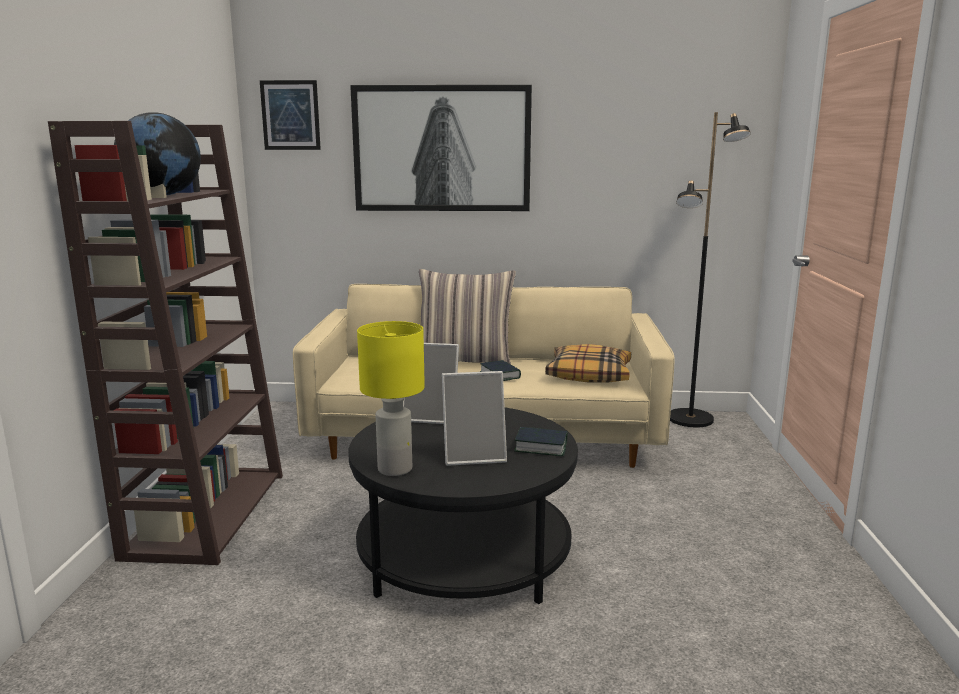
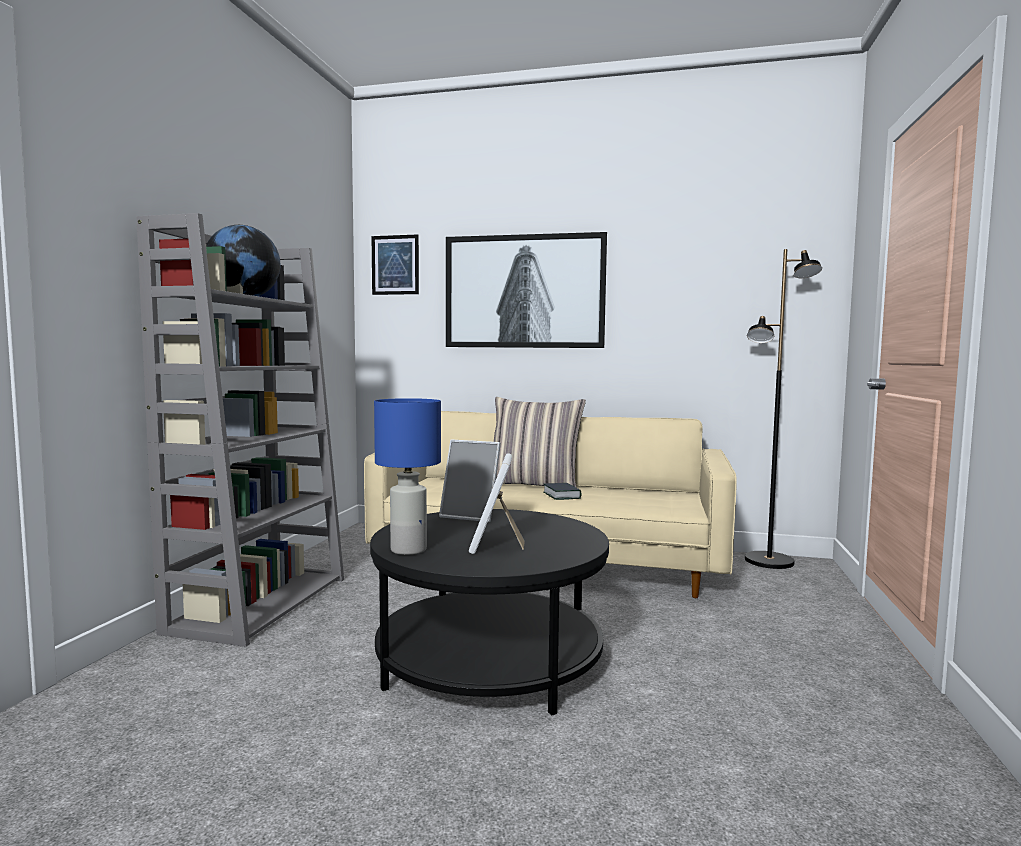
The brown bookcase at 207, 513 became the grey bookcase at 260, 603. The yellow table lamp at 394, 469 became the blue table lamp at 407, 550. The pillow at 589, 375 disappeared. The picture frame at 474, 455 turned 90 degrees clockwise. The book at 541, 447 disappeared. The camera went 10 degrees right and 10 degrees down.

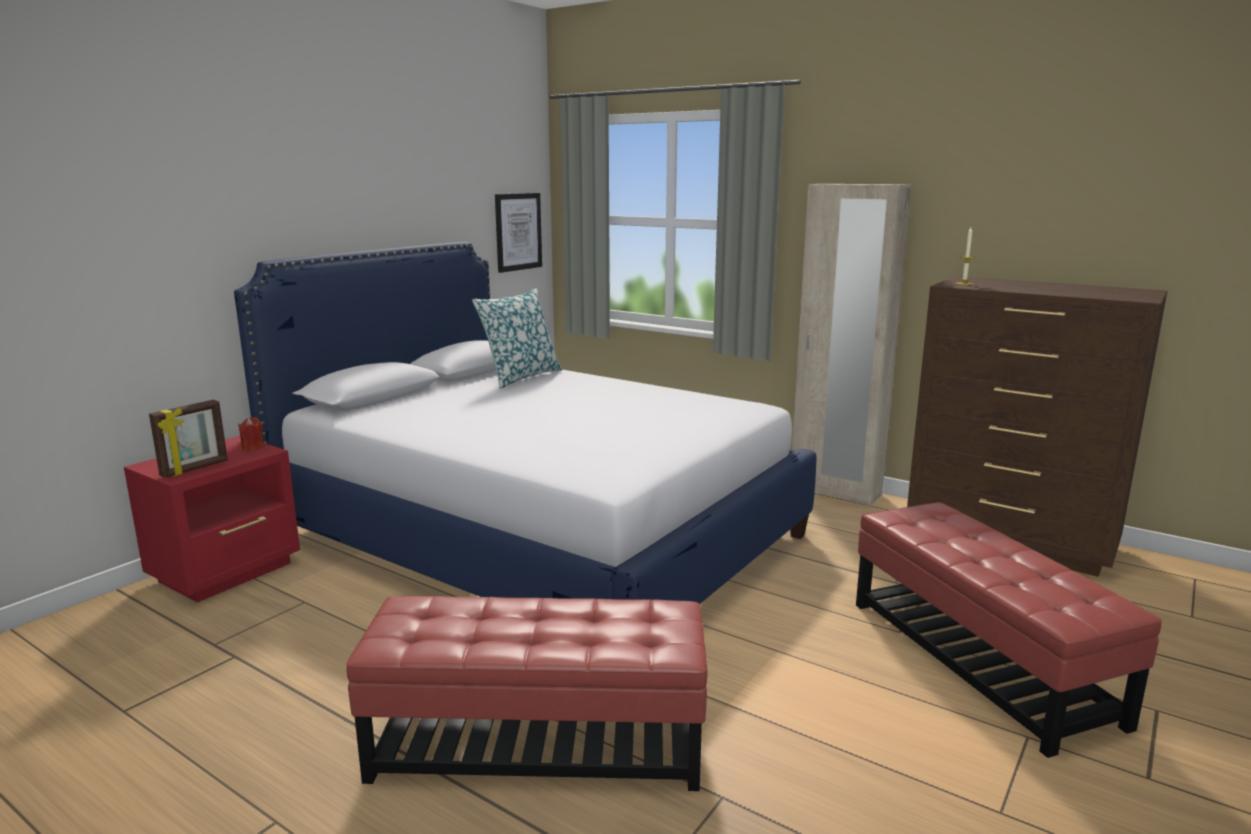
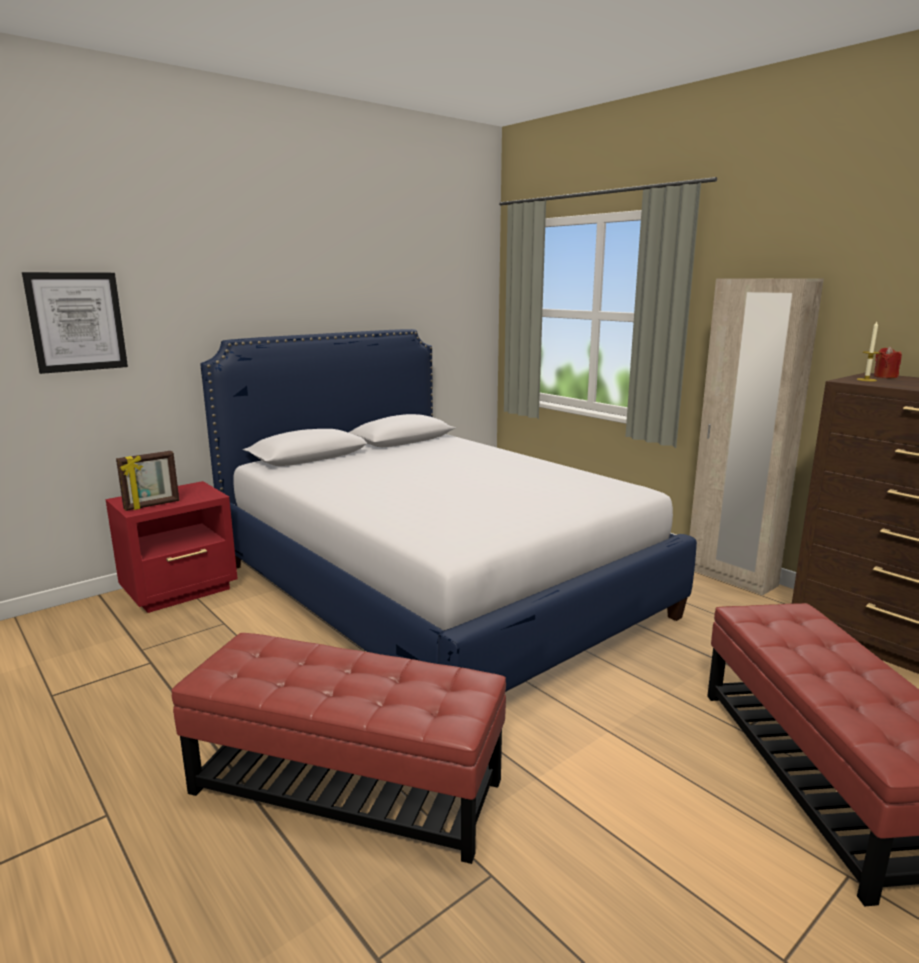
The picture moved from 518, 231 to 77, 322. The pillow at 520, 377 disappeared. The red candle moved from 253, 447 to 885, 377. The camera went 15 degrees right and 0 degrees up.

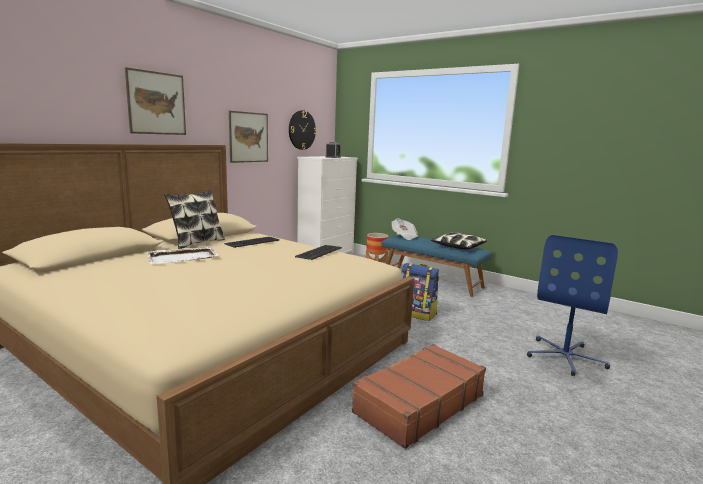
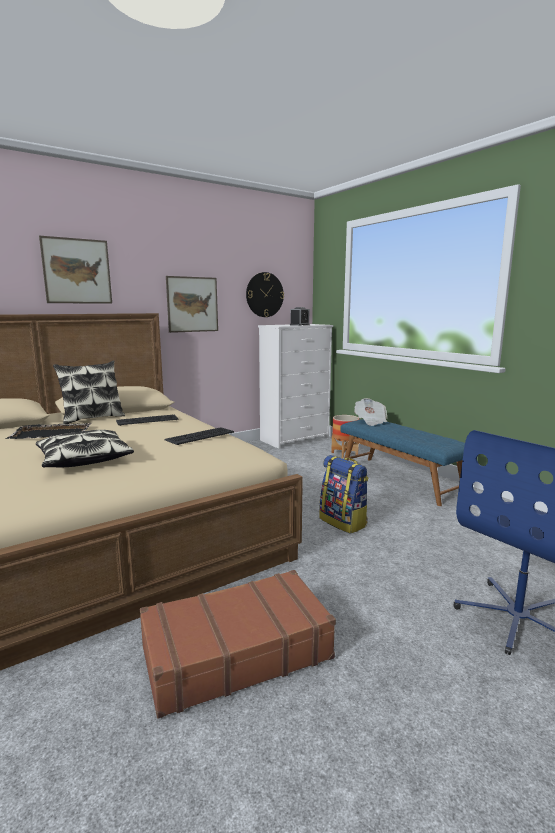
The pillow moved from 458, 247 to 84, 459. The white tray at 183, 257 became the black tray at 52, 433. The camera went 20 degrees right and 0 degrees up.

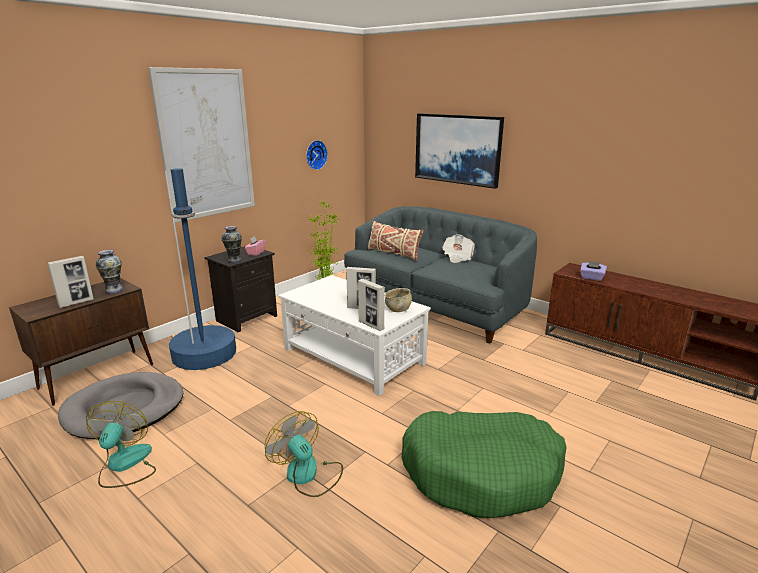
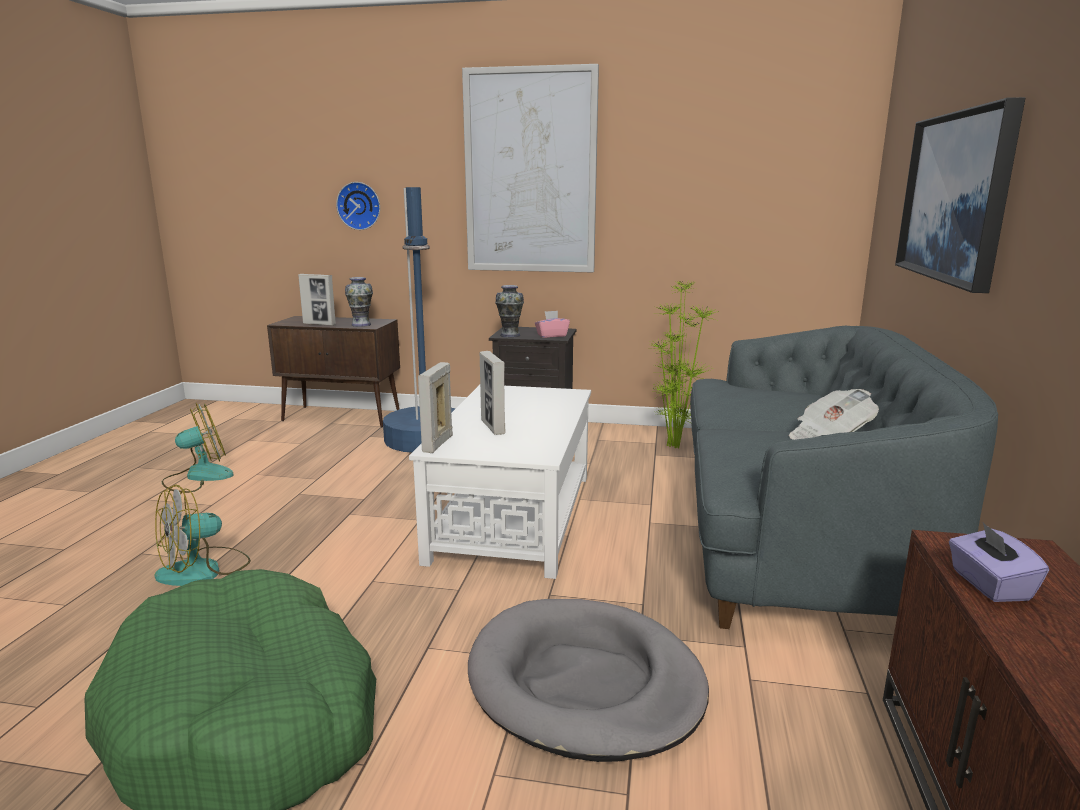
The wall clock moved from 315, 155 to 359, 206. The beige pillow at 393, 253 disappeared. The beige bowl at 398, 309 disappeared. The grey dog bed moved from 124, 409 to 585, 683. The fan at 308, 475 turned 150 degrees counterclockwise. The camera went 60 degrees right and 5 degrees down.

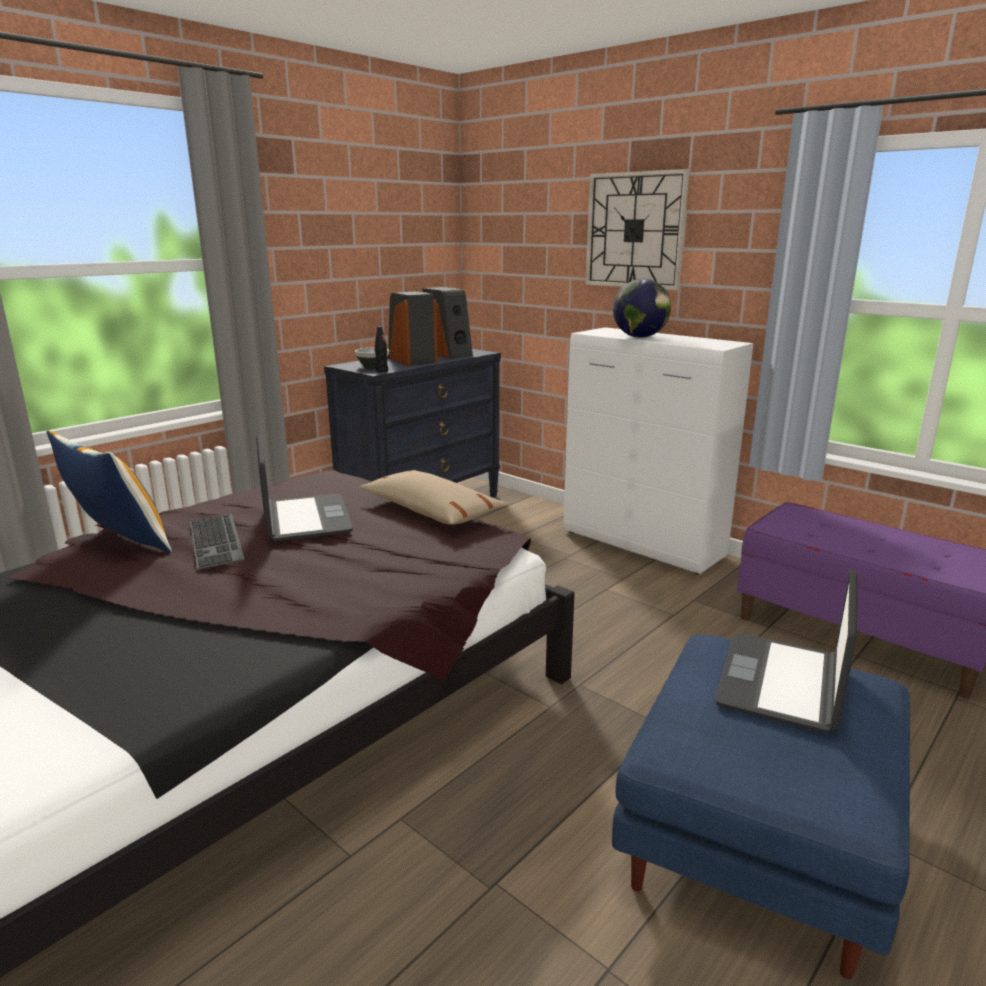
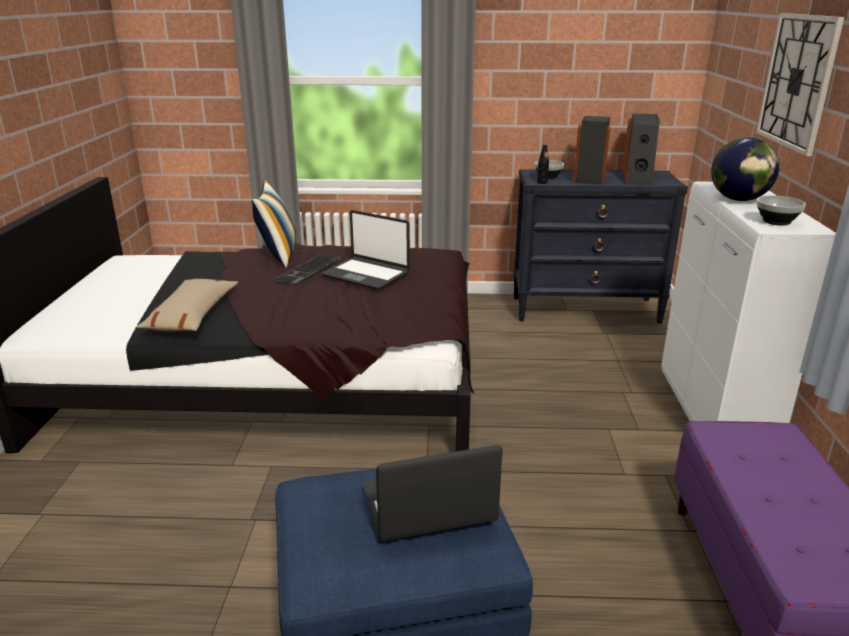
The laptop at 305, 519 turned 90 degrees clockwise. The beige pillow moved from 431, 511 to 192, 316. The bowl at 775, 222 appeared. The camera went 50 degrees right and 5 degrees up.

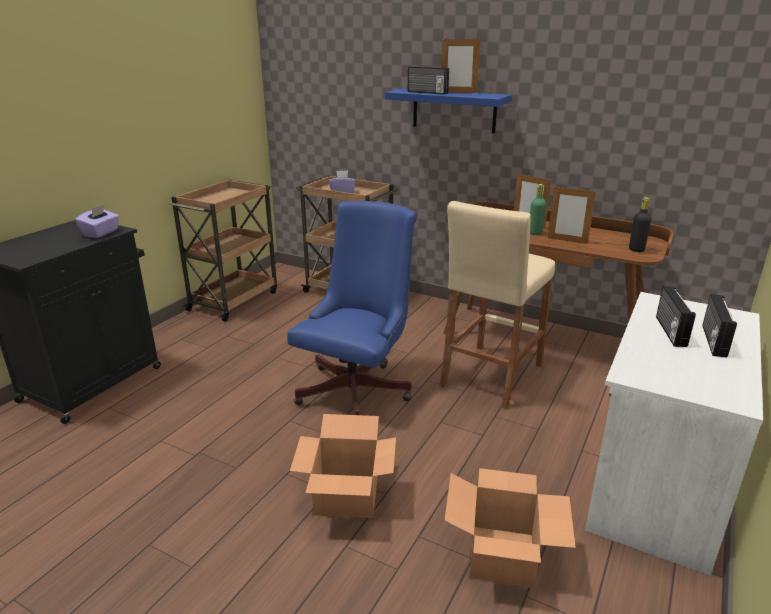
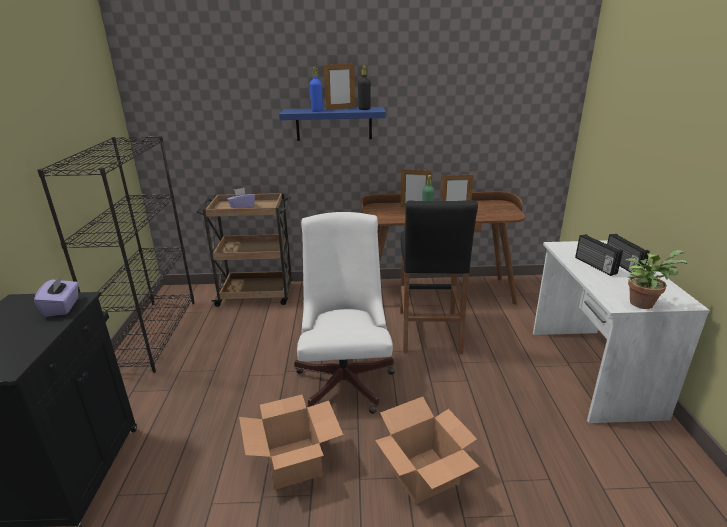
The radio at 427, 92 was replaced by the blue bottle at 317, 111. The brown cart at 234, 300 was replaced by the black bookcase at 153, 334. The black bottle moved from 636, 250 to 364, 109. The blue office chair at 358, 388 became the white office chair at 345, 378. The beige stool at 491, 375 became the black stool at 429, 331. The cardboard box moved from 501, 555 to 292, 462. The potted plant at 642, 302 appeared. The camera went 30 degrees left and 0 degrees up.

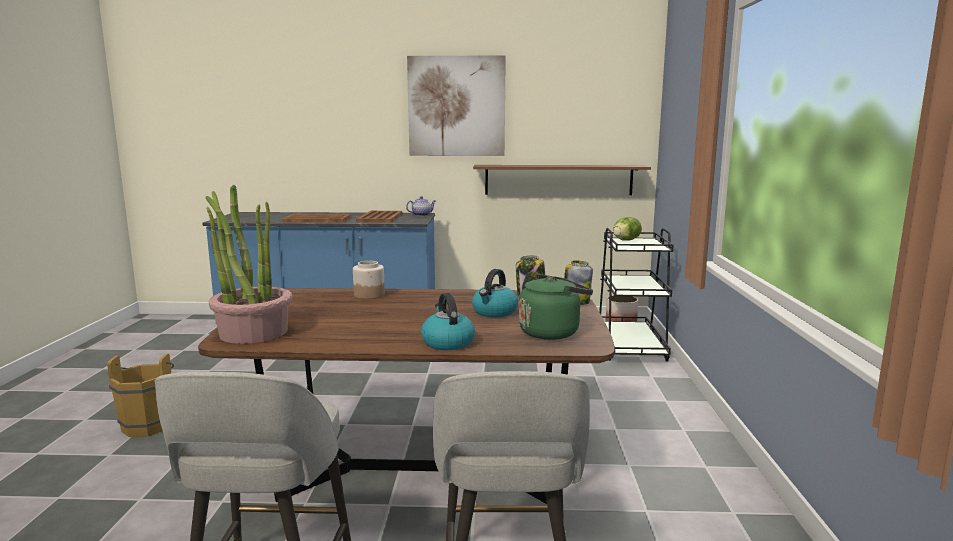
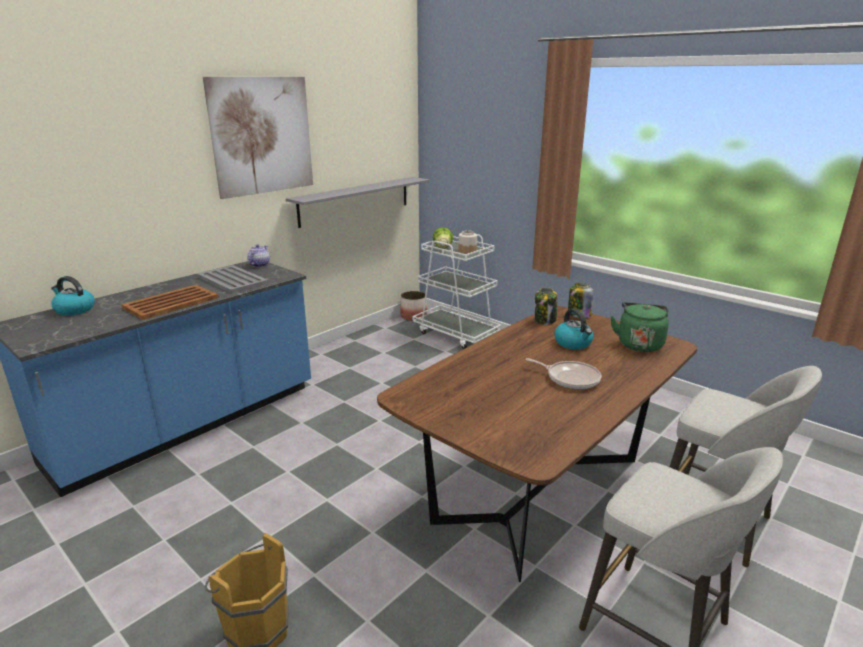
The brown shelf at 558, 180 became the grey shelf at 355, 201. The potted plant at 253, 332 disappeared. The brown tray at 380, 217 became the grey tray at 232, 280. The black cart at 630, 348 became the white cart at 456, 333. The jar moved from 369, 295 to 467, 251. The kettle moved from 447, 342 to 74, 310. The frying pan at 570, 378 appeared. The camera went 50 degrees left and 10 degrees up.

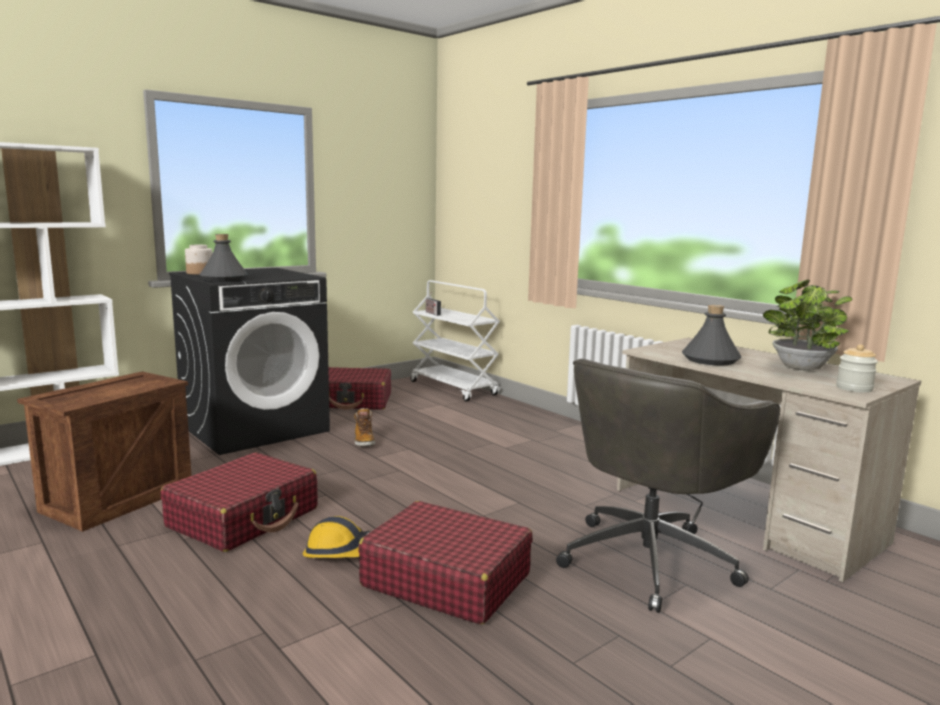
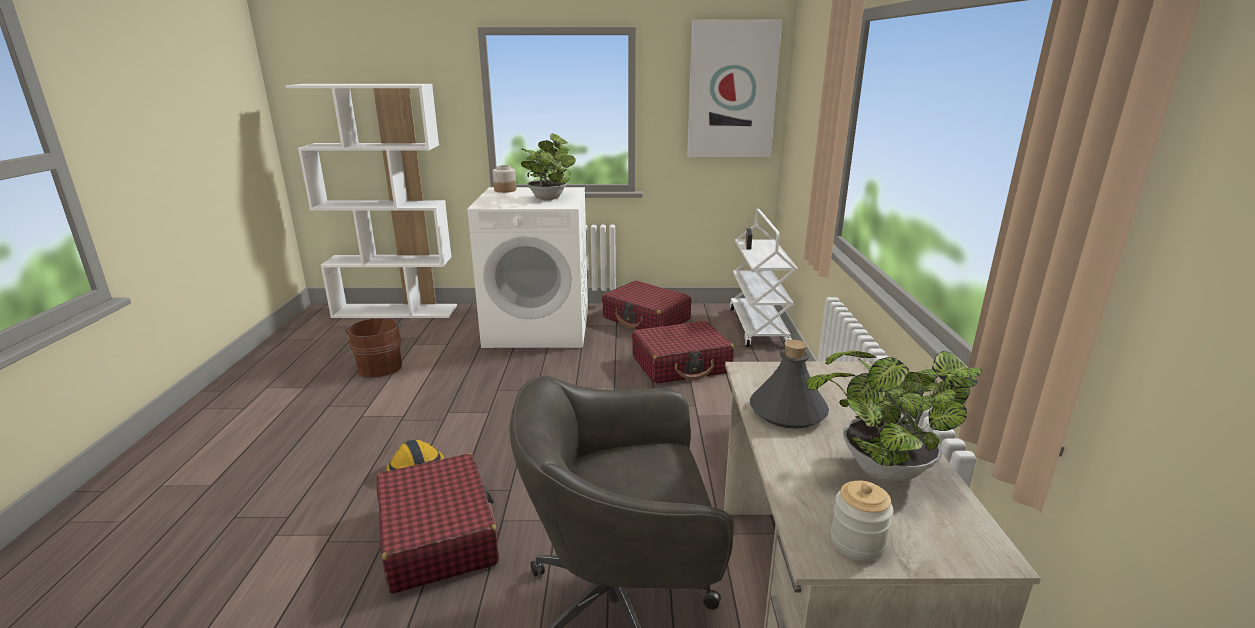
The grey bottle at 224, 279 disappeared. The black washing machine at 255, 428 became the white washing machine at 539, 328. The crate at 118, 498 was replaced by the brown bucket at 380, 366. The boot at 364, 441 disappeared. The red suitcase moved from 244, 518 to 681, 364. The picture at 732, 90 appeared. The potted plant at 549, 198 appeared. The camera went 40 degrees right and 10 degrees up.

